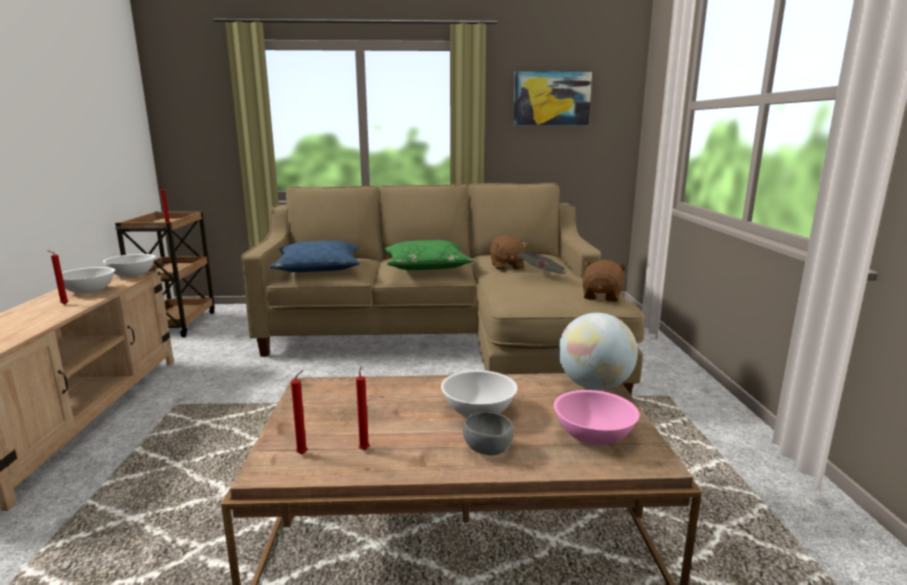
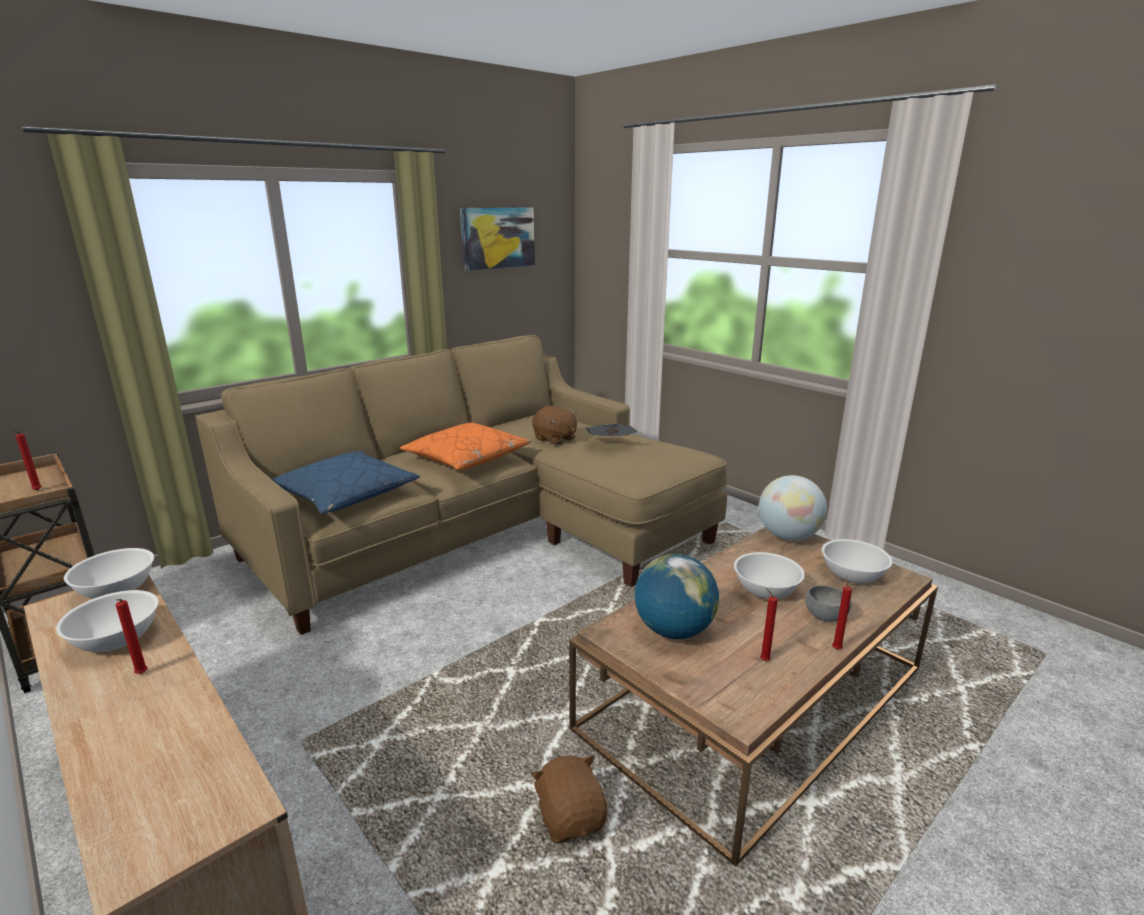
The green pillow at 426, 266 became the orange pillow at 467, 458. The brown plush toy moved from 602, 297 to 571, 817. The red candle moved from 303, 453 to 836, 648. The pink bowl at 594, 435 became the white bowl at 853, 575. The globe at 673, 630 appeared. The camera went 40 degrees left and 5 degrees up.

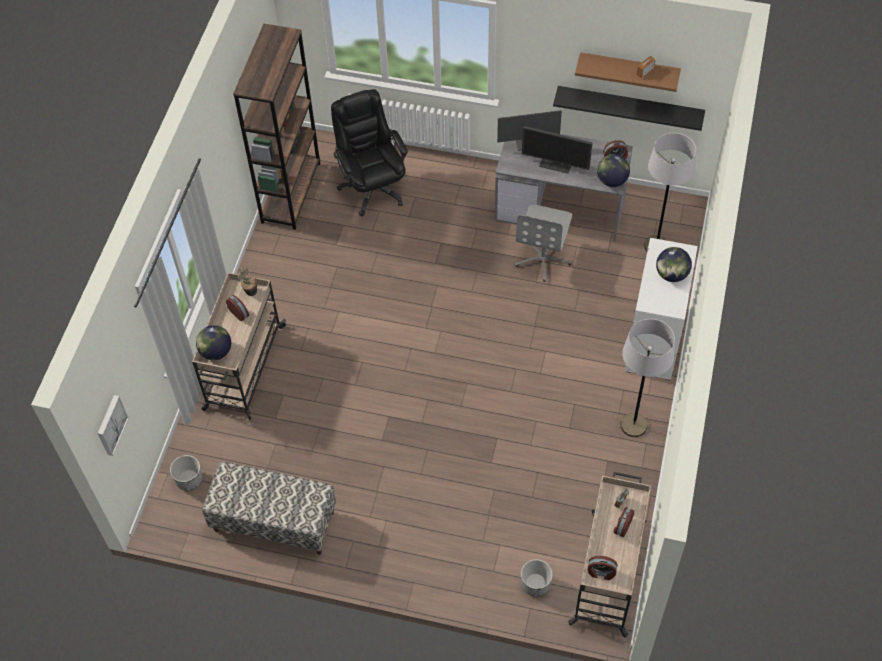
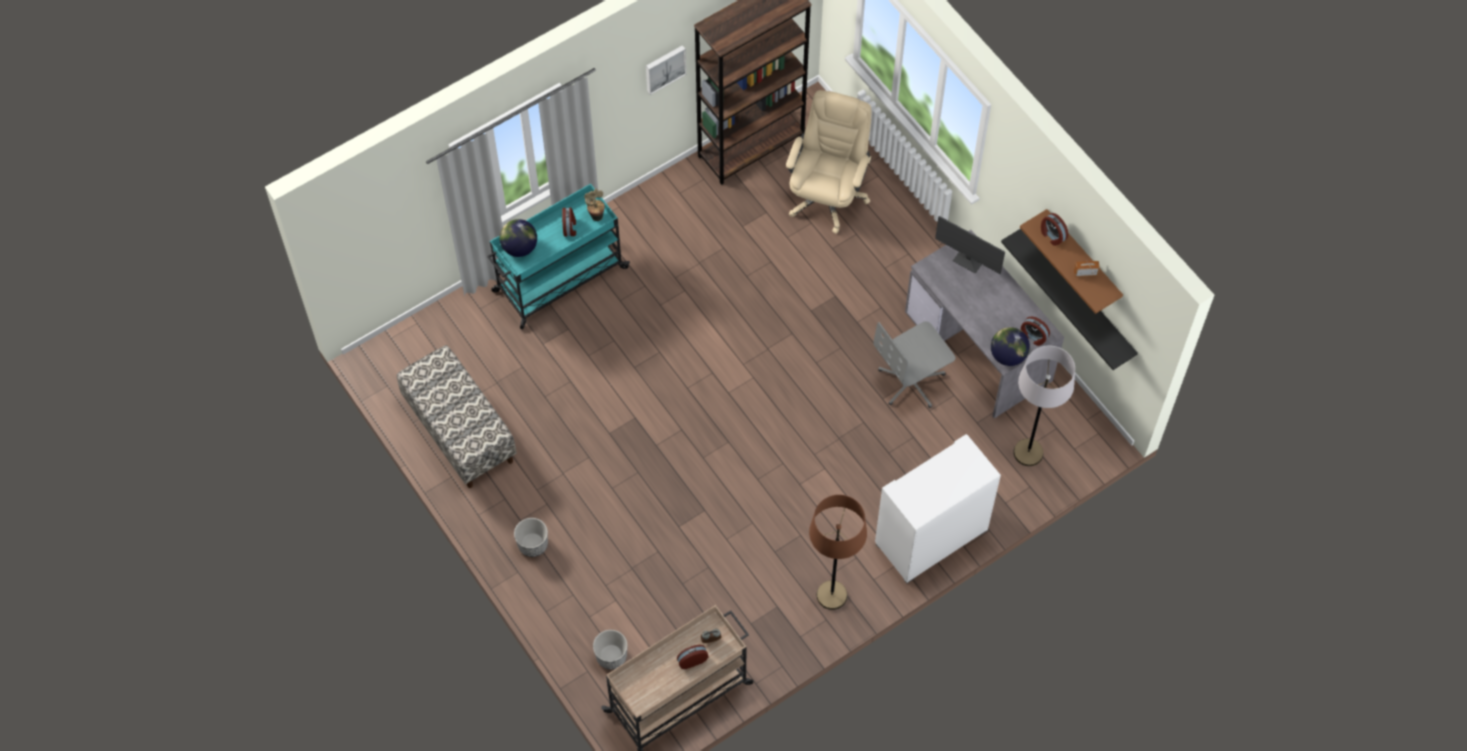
The black office chair at 372, 187 became the beige office chair at 827, 196. The monitor at 556, 163 disappeared. The globe at 671, 274 disappeared. The beige cart at 244, 368 became the turquoise cart at 558, 280. The grey floor lamp at 633, 425 became the brown floor lamp at 831, 595. The picture moved from 110, 425 to 664, 68. The planter moved from 189, 479 to 533, 544. The alarm clock moved from 601, 572 to 1052, 236. The camera went 40 degrees right and 5 degrees up.

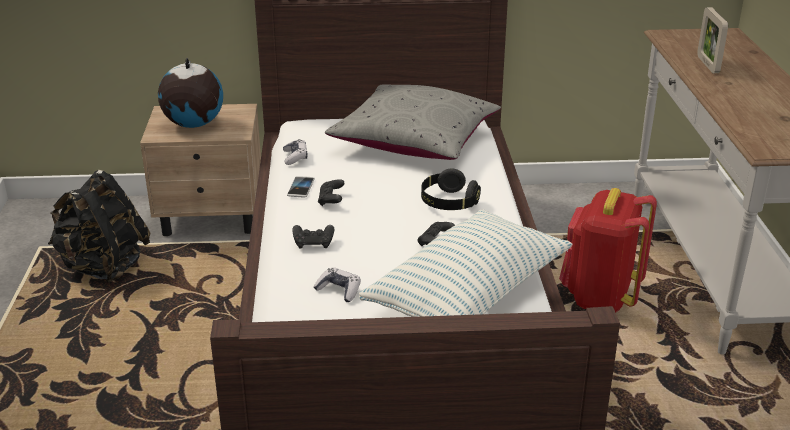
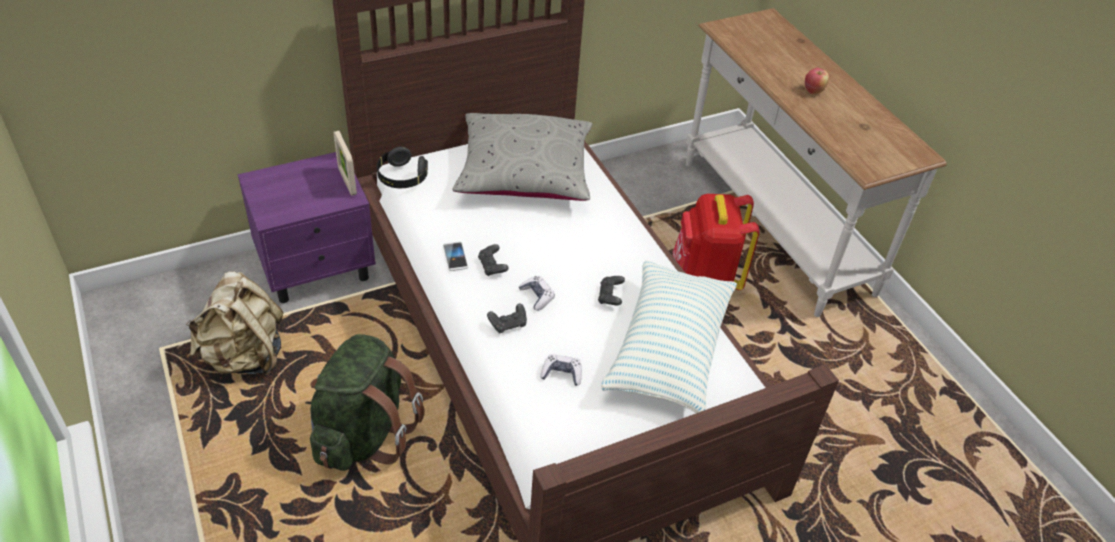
The picture frame moved from 708, 65 to 347, 182. The globe at 193, 124 disappeared. The beige nightstand at 212, 217 became the purple nightstand at 317, 268. The game controller moved from 295, 157 to 537, 296. The black headphones moved from 448, 203 to 402, 178. The black backpack at 104, 267 became the beige backpack at 244, 356. The apple at 813, 91 appeared. The green backpack at 363, 434 appeared. The camera went 25 degrees left and 15 degrees up.

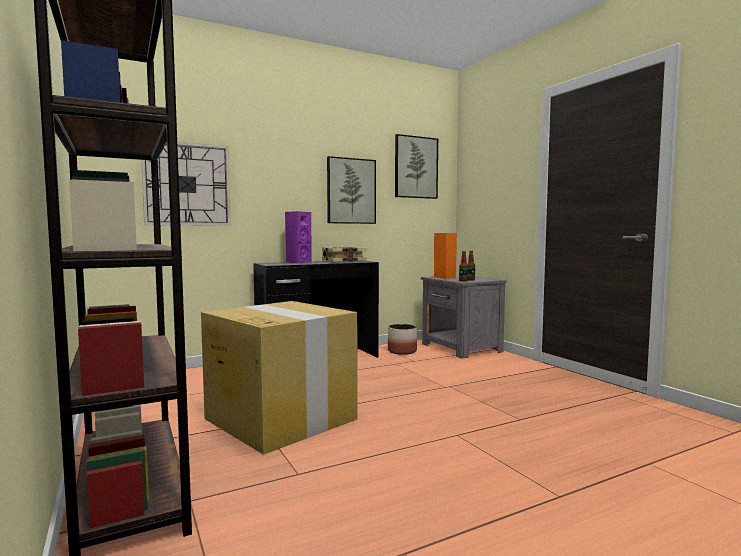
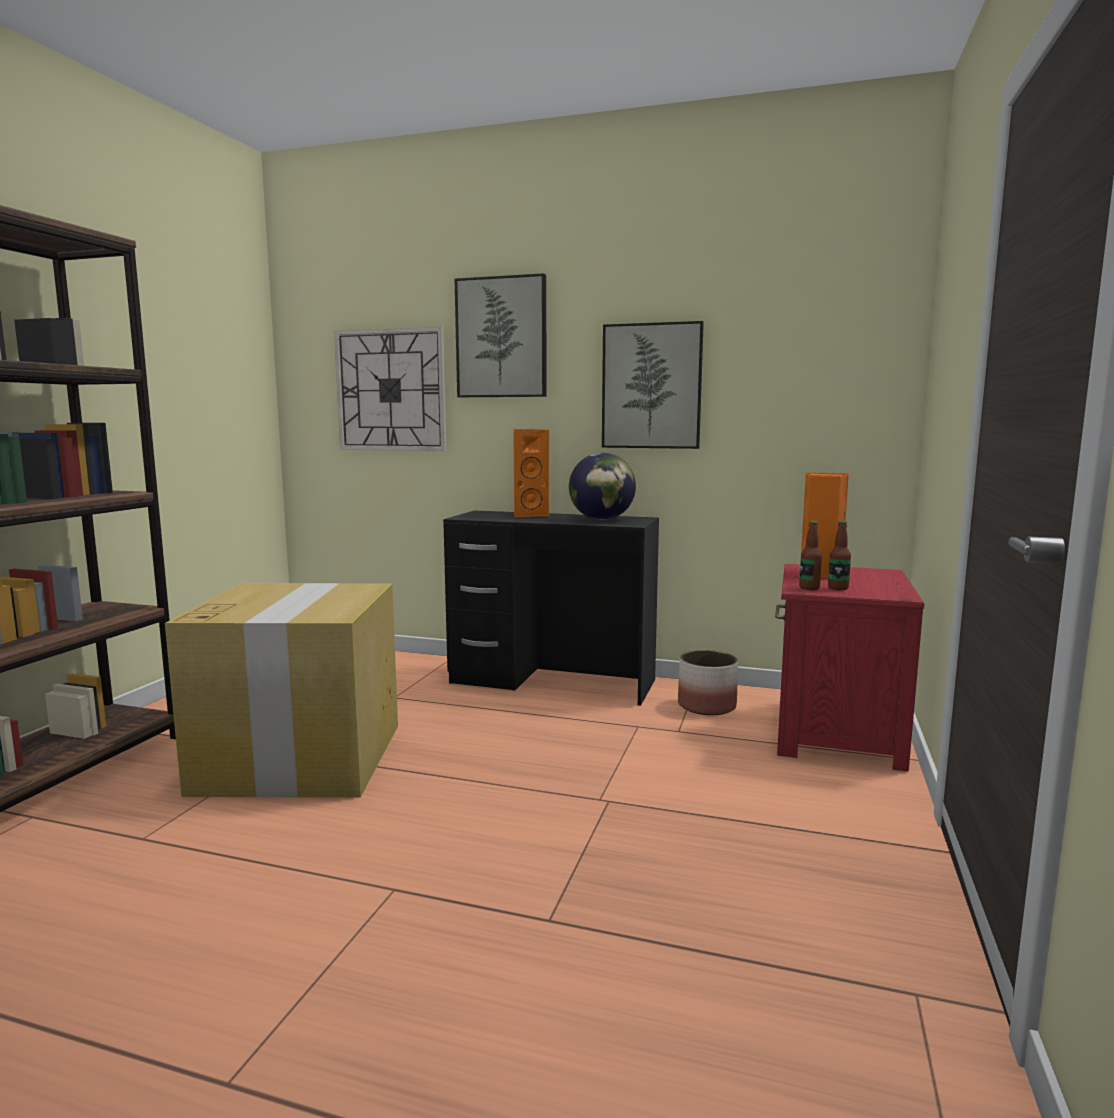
The picture moved from 415, 167 to 502, 338. The purple speaker at 298, 262 became the orange speaker at 529, 515. The book at 343, 261 was replaced by the globe at 602, 519. The grey nightstand at 461, 348 became the red nightstand at 835, 733. The camera went 45 degrees right and 5 degrees up.

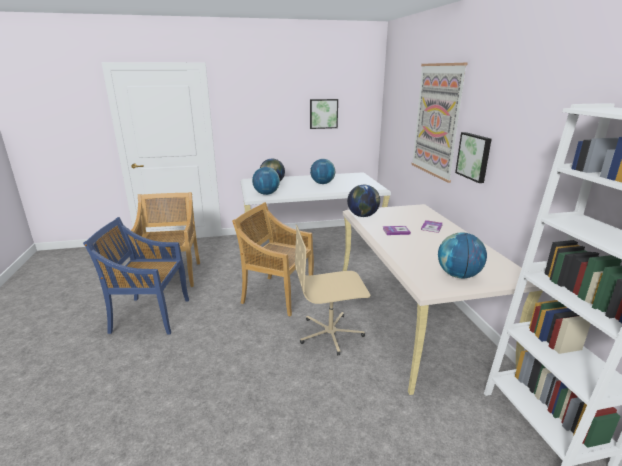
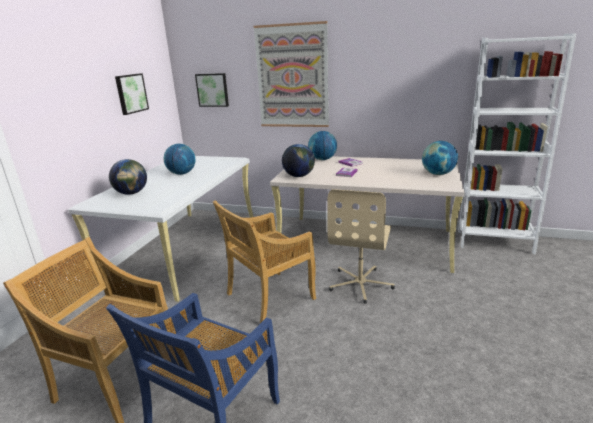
The picture moved from 474, 156 to 212, 90. The globe moved from 266, 194 to 322, 159. The camera went 60 degrees left and 0 degrees up.

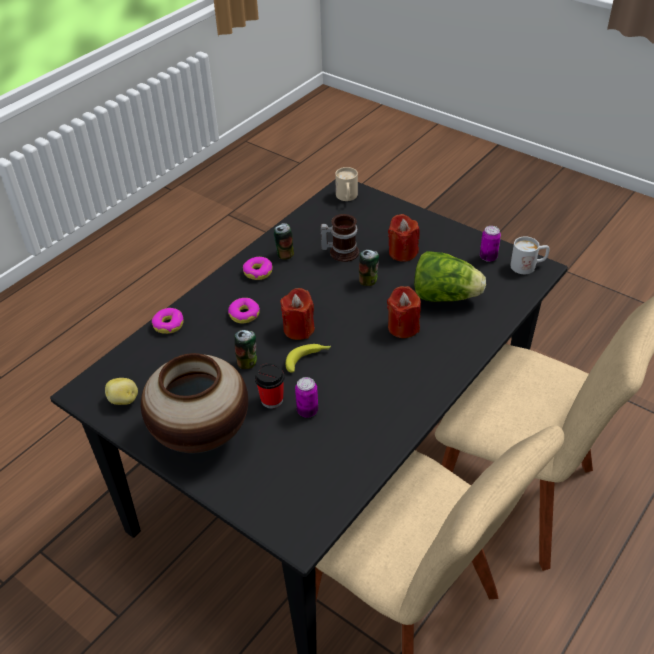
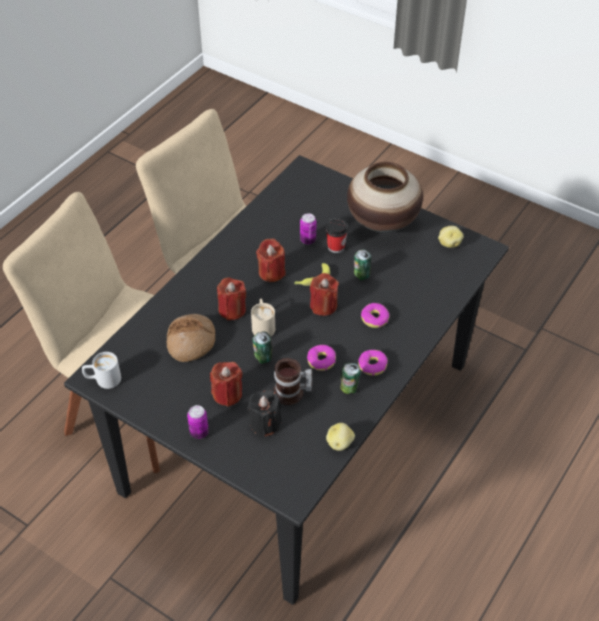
The beige mug moved from 347, 198 to 263, 325. The can moved from 488, 257 to 199, 432. The lettuce at 445, 296 was replaced by the bread at 191, 342. The donut moved from 168, 324 to 321, 361. The red candle at 271, 272 appeared. The black candle at 265, 423 appeared. The potato at 340, 443 appeared. The camera went 175 degrees right and 5 degrees up.

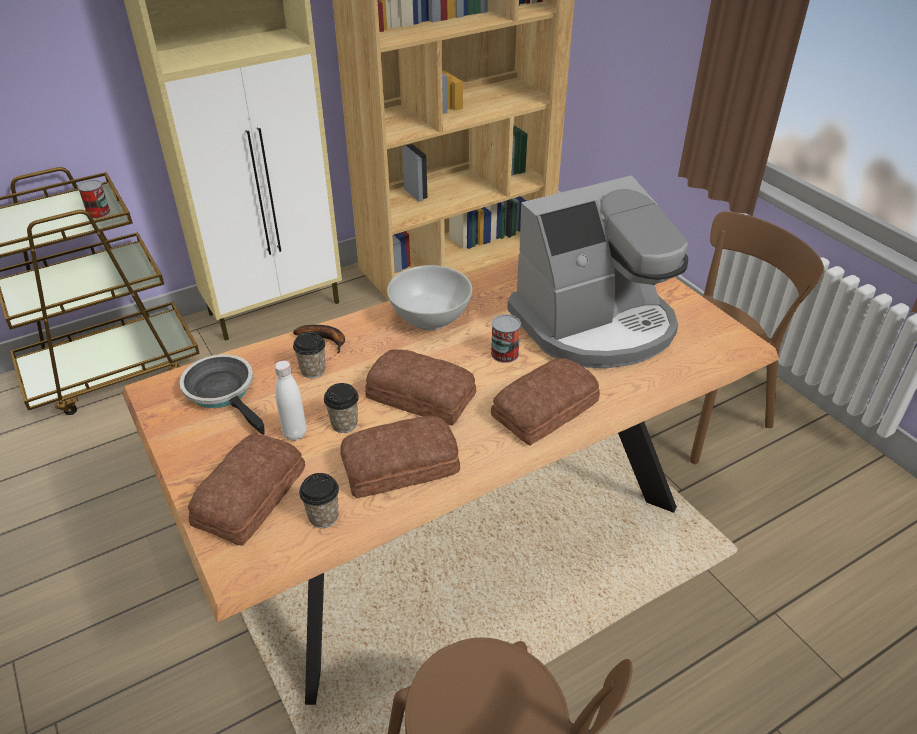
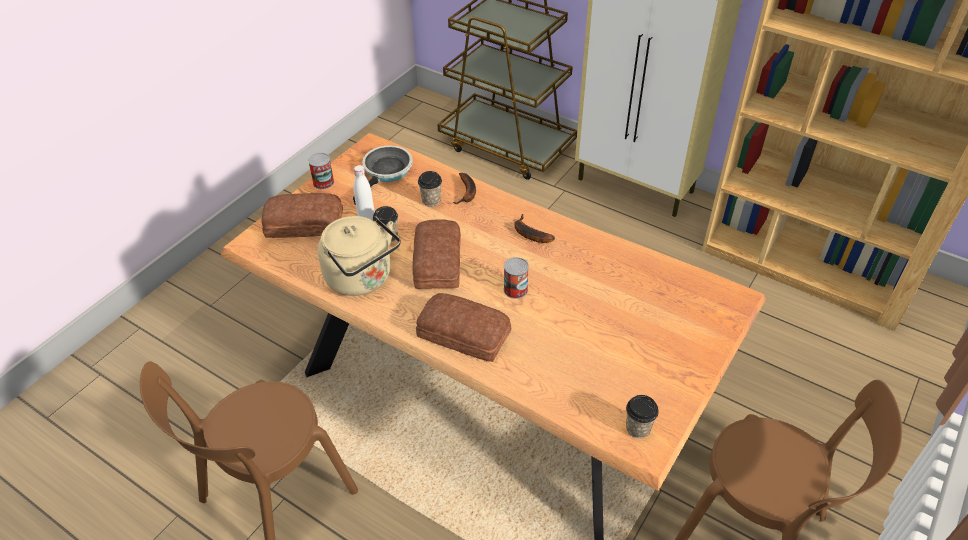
The coffee machine at 595, 325 disappeared. The can moved from 98, 213 to 323, 182. The white bowl at 430, 319 was replaced by the banana at 529, 234. The bread at 402, 467 was replaced by the beige kettle at 362, 279. The cup moved from 323, 517 to 638, 428. The camera went 65 degrees right and 5 degrees up.

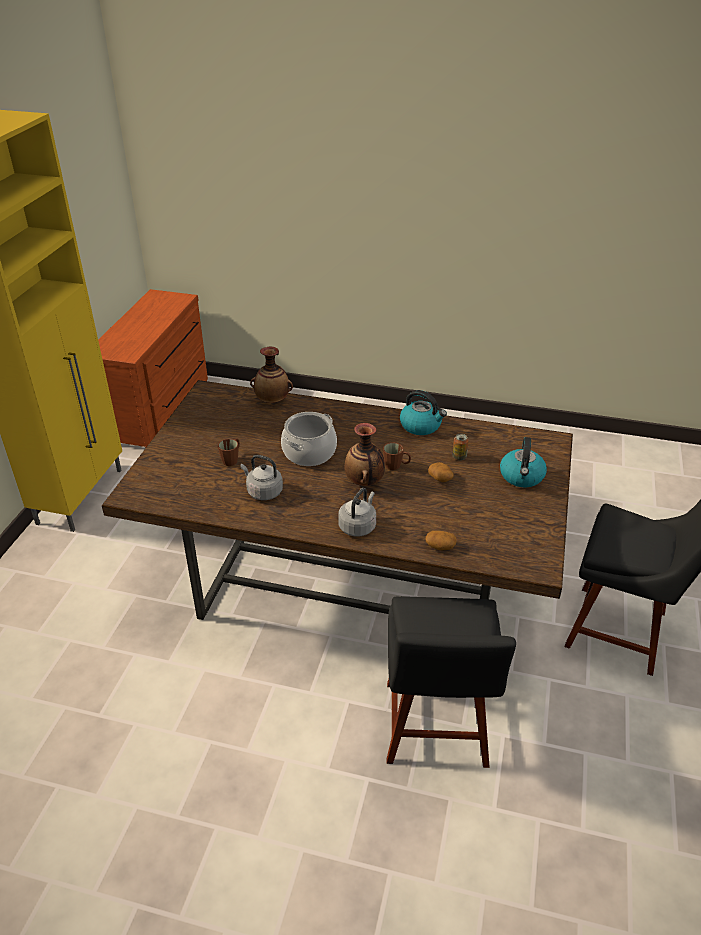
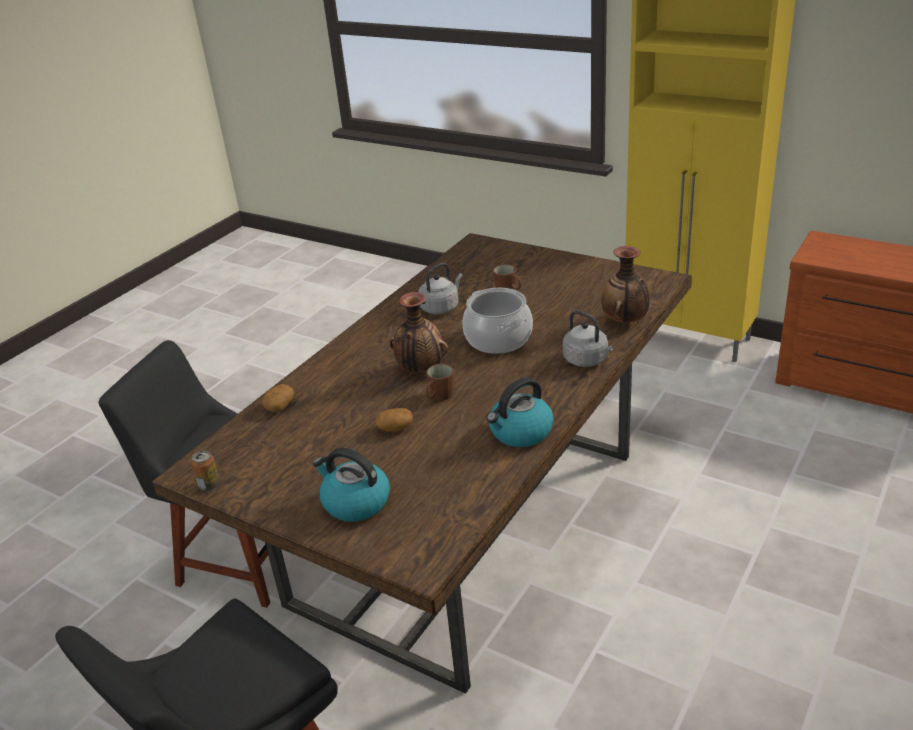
The can moved from 459, 457 to 209, 485. The grey kettle moved from 358, 526 to 587, 360. The camera went 110 degrees right and 5 degrees down.

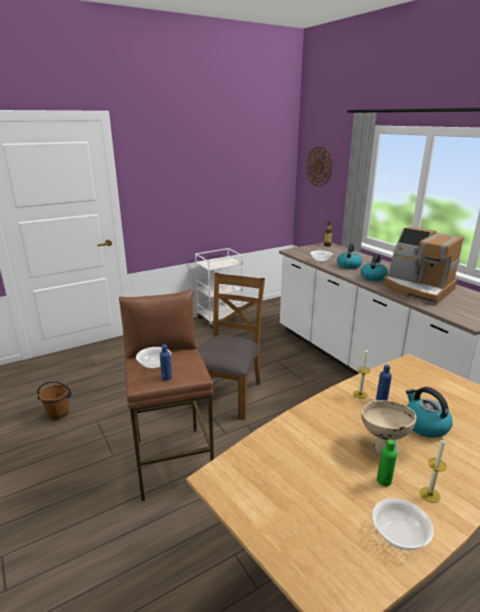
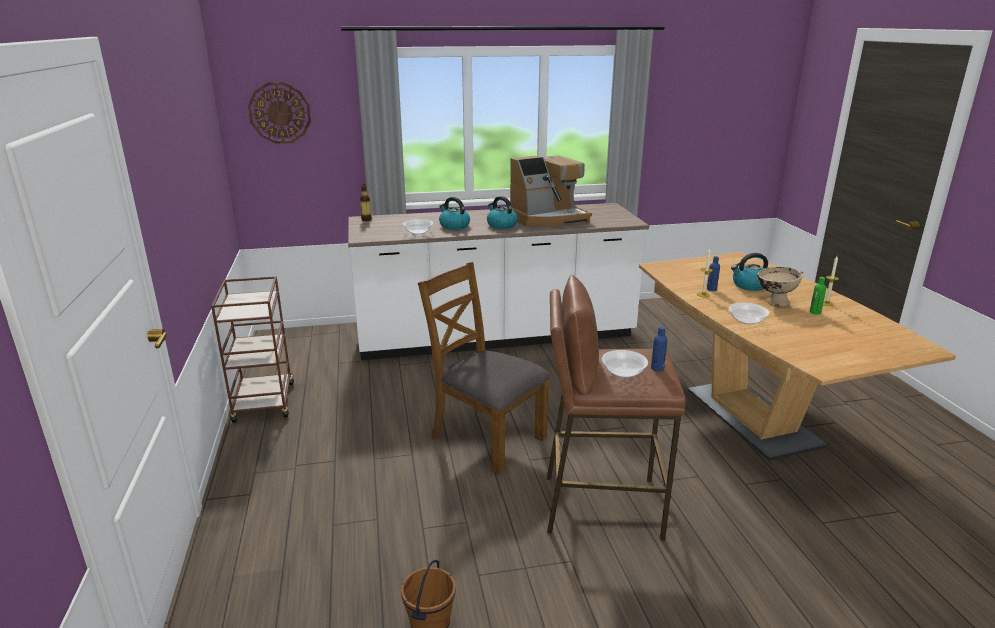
The white cart at 220, 319 became the brown cart at 264, 403. The bowl moved from 399, 534 to 747, 321. The camera went 70 degrees left and 0 degrees up.

